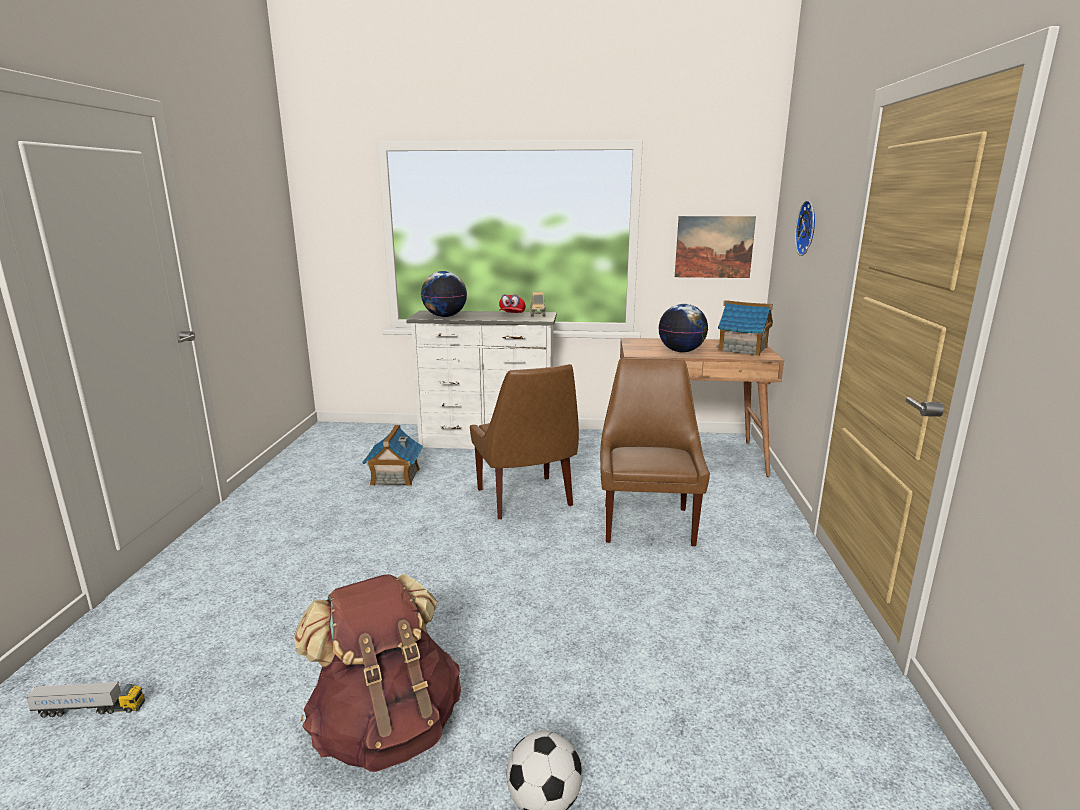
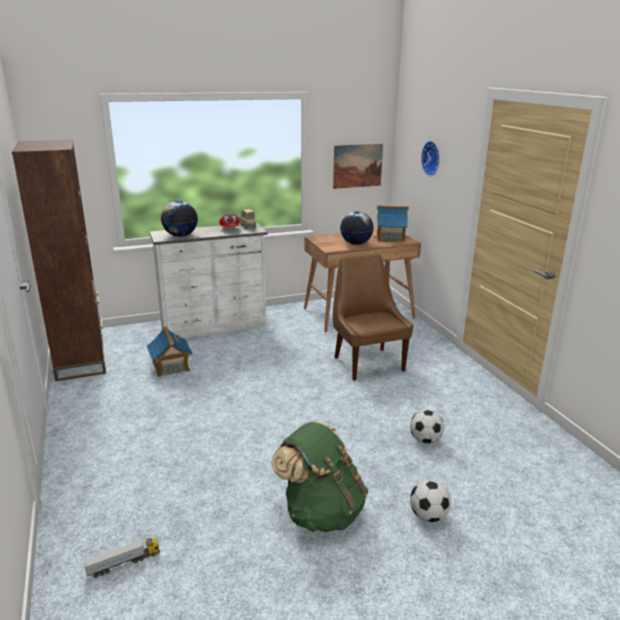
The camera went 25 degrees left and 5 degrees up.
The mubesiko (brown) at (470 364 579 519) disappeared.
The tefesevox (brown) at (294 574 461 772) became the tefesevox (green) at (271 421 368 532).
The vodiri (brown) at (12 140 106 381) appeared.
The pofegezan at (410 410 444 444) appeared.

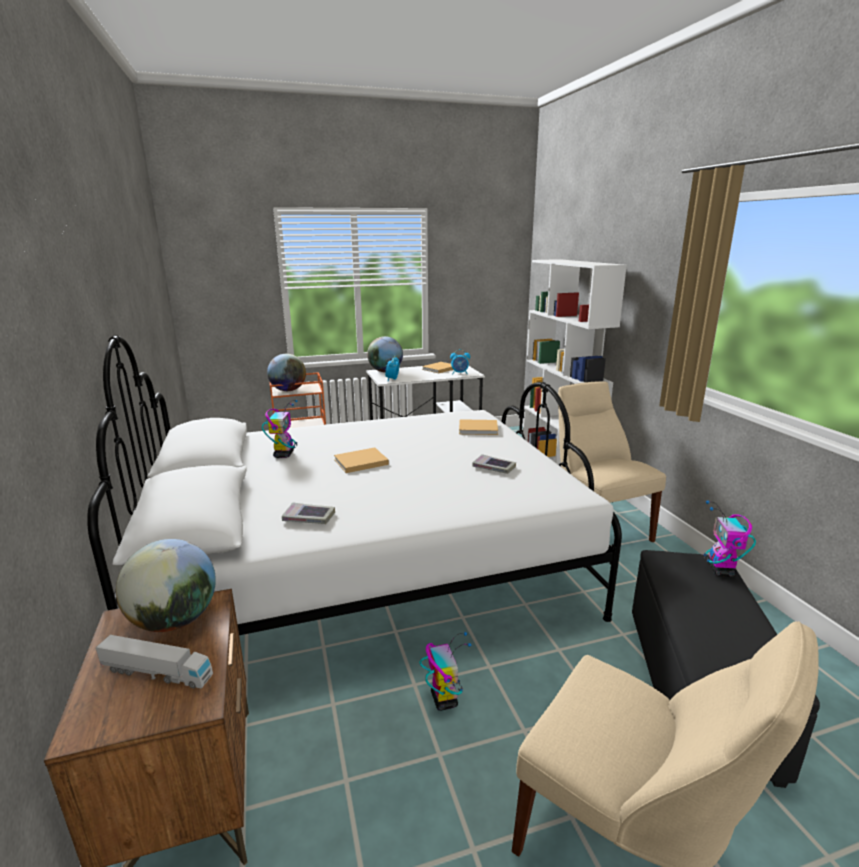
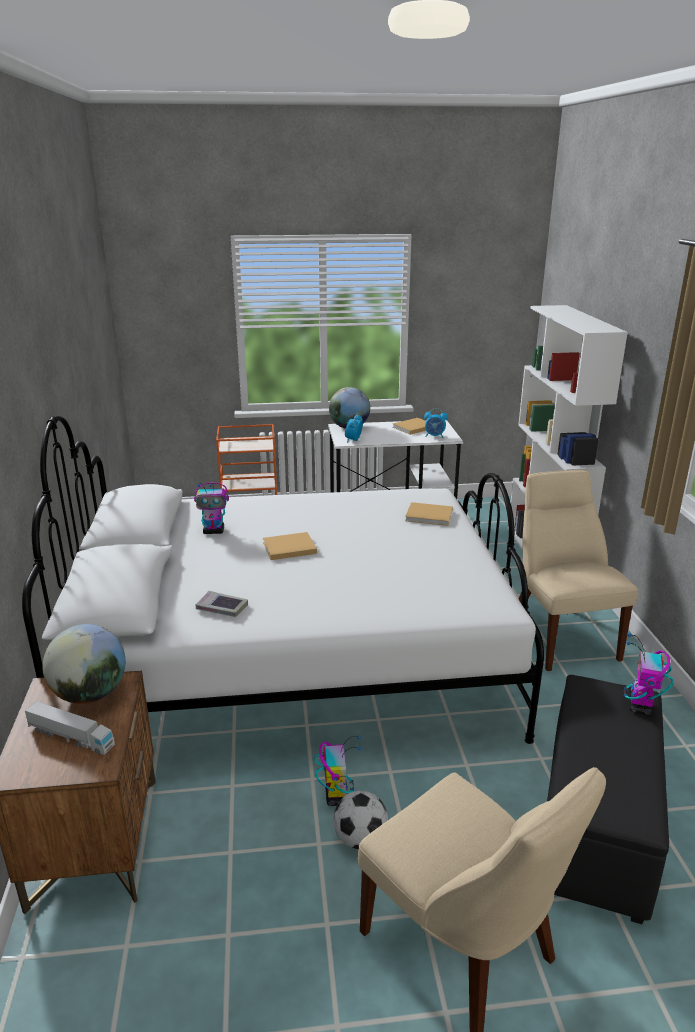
The camera went 10 degrees right and 5 degrees up.
The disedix at (267 354 306 391) disappeared.
The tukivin at (262 400 298 458) turned 75 degrees clockwise.
The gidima at (472 454 516 474) disappeared.
The pofegezan at (333 790 388 849) appeared.

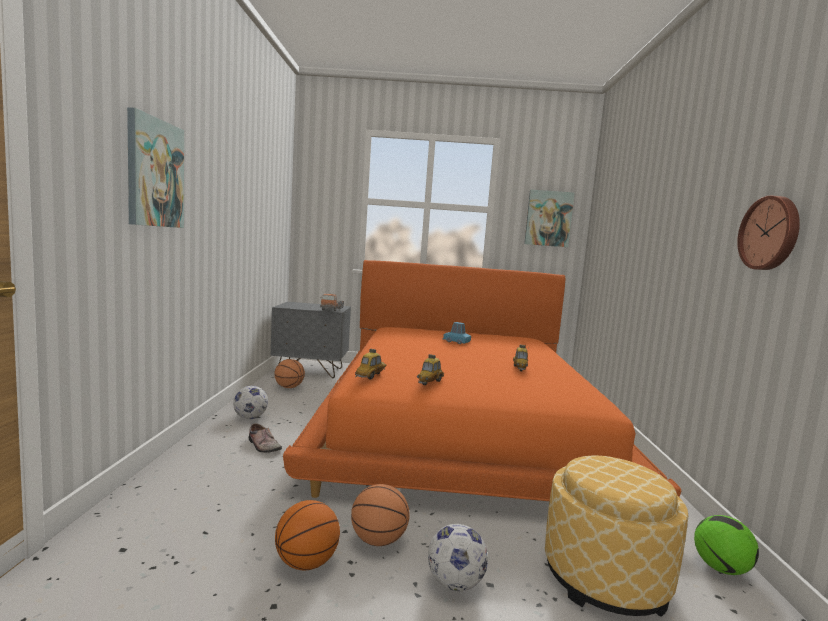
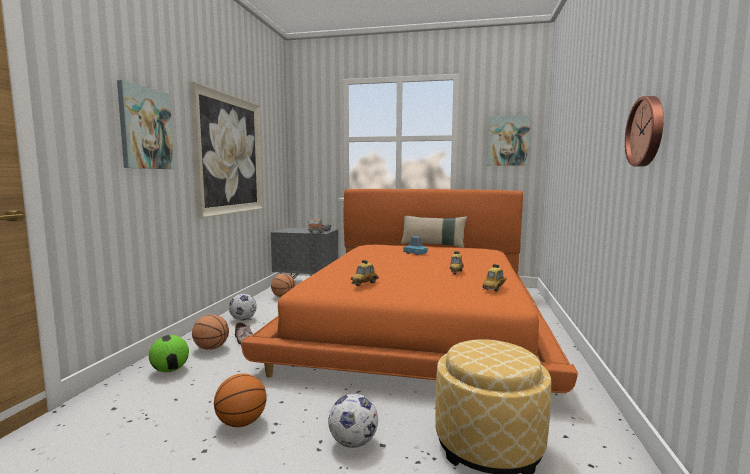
The camera went 10 degrees right and 0 degrees up.
The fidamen moved from (355 349 387 380) to (482 264 507 291).
The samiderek moved from (351 484 410 546) to (192 315 229 350).
The pofegezan moved from (694 515 759 575) to (149 335 189 372).
The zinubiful at (190 82 263 218) appeared.
The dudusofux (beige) at (401 216 467 248) appeared.

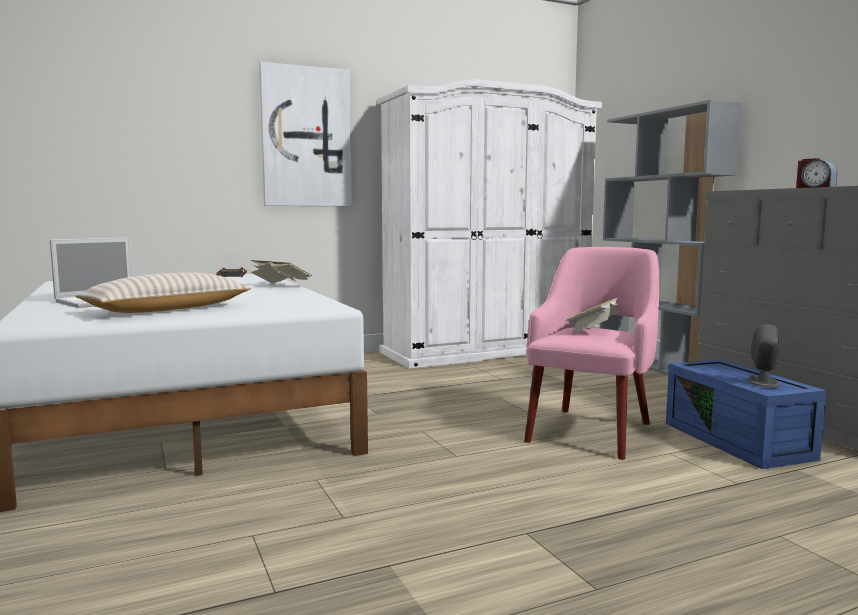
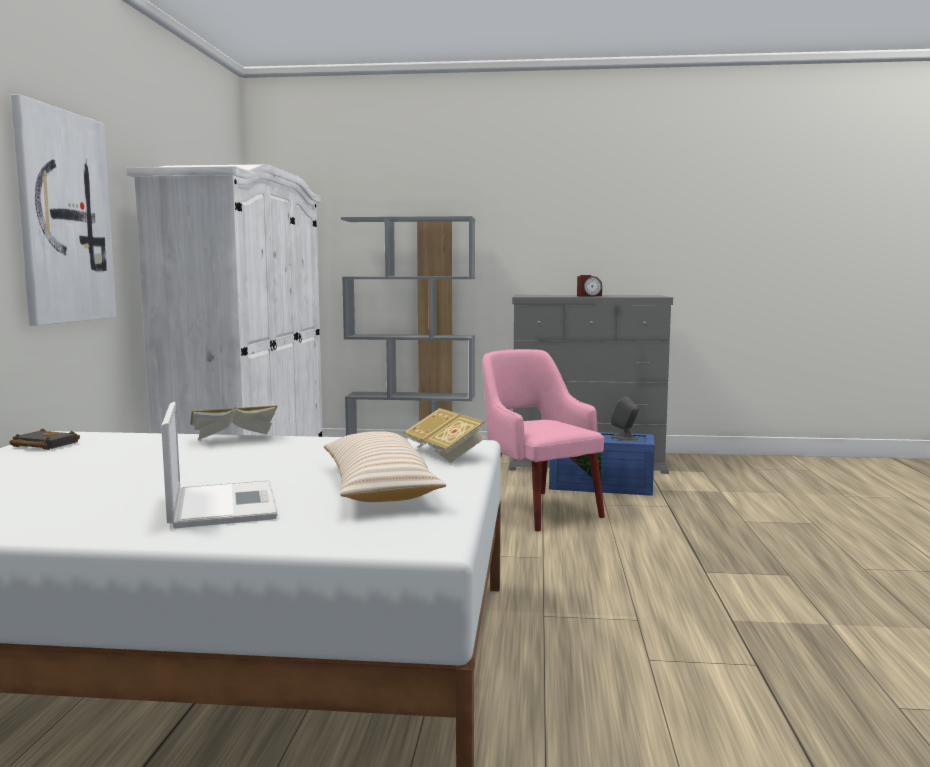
The camera went 60 degrees left and 0 degrees up.
The gidima moved from (565 297 622 333) to (403 408 486 463).

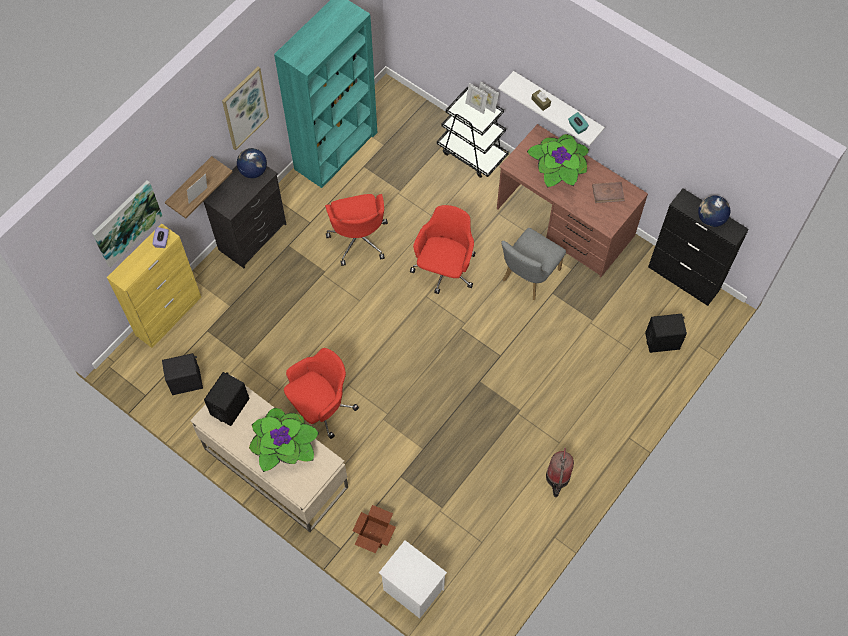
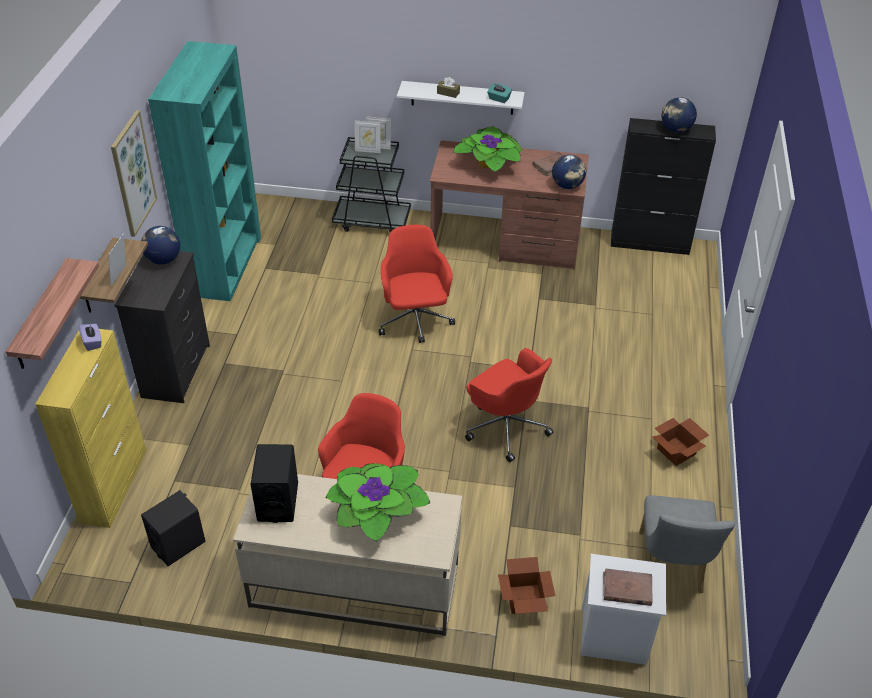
The camera went 30 degrees left and 20 degrees down.
The zinubiful at (92 180 163 268) was replaced by the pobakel at (6 258 99 369).
The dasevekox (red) moved from (325 194 388 266) to (465 348 553 462).
The mubesiko (grey) moved from (501 228 566 300) to (639 495 735 594).
The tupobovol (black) at (645 314 687 353) disappeared.
The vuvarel at (546 448 574 497) was replaced by the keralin at (653 418 709 466).
The disedix at (552 155 586 189) appeared.
The gidima (brown) at (603 568 652 606) appeared.

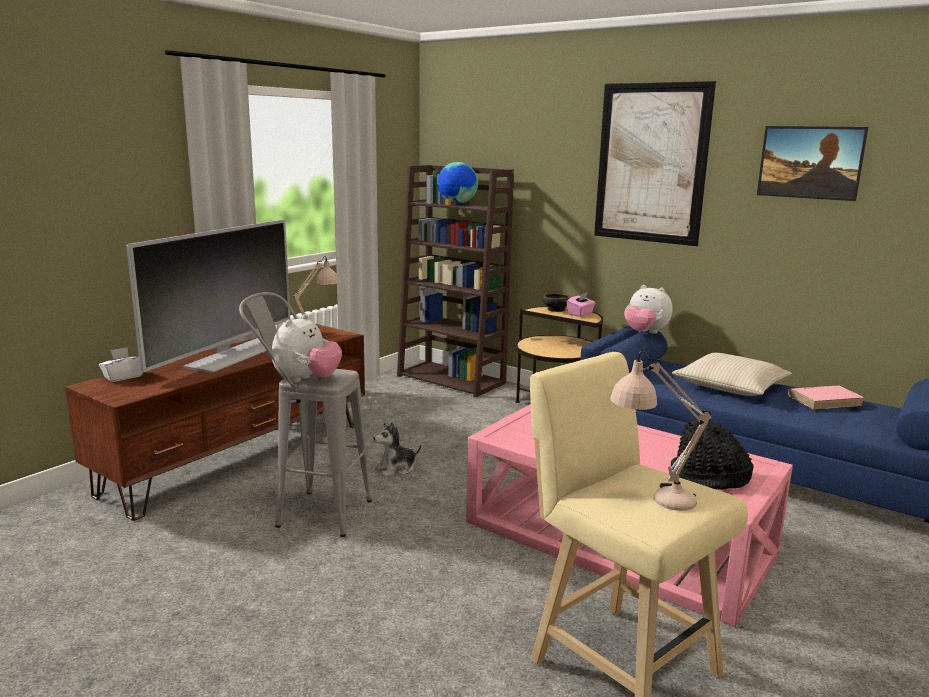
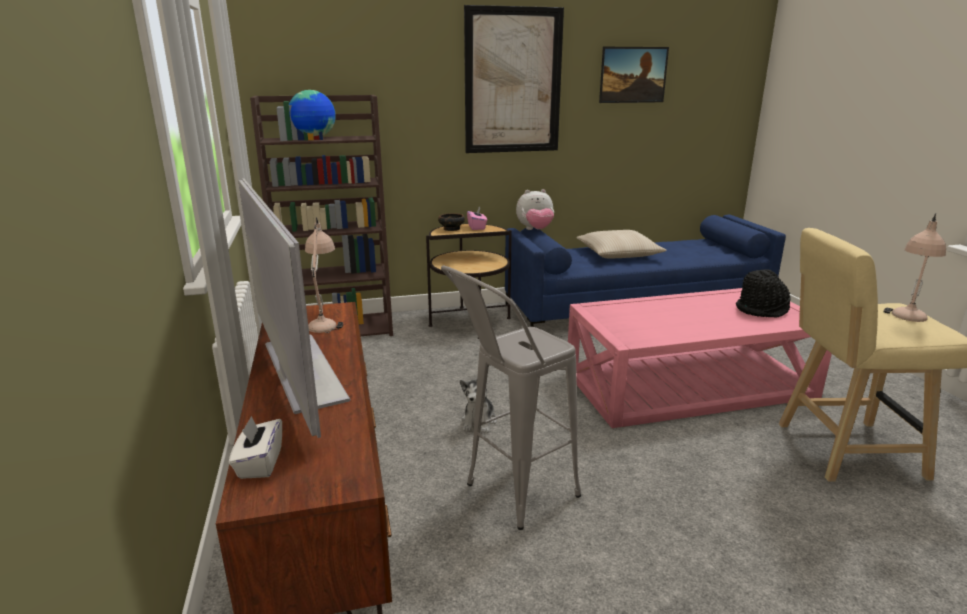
The camera went 50 degrees left and 5 degrees up.
The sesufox at (272 314 342 383) disappeared.
The gidima (pink) at (788 386 865 410) disappeared.

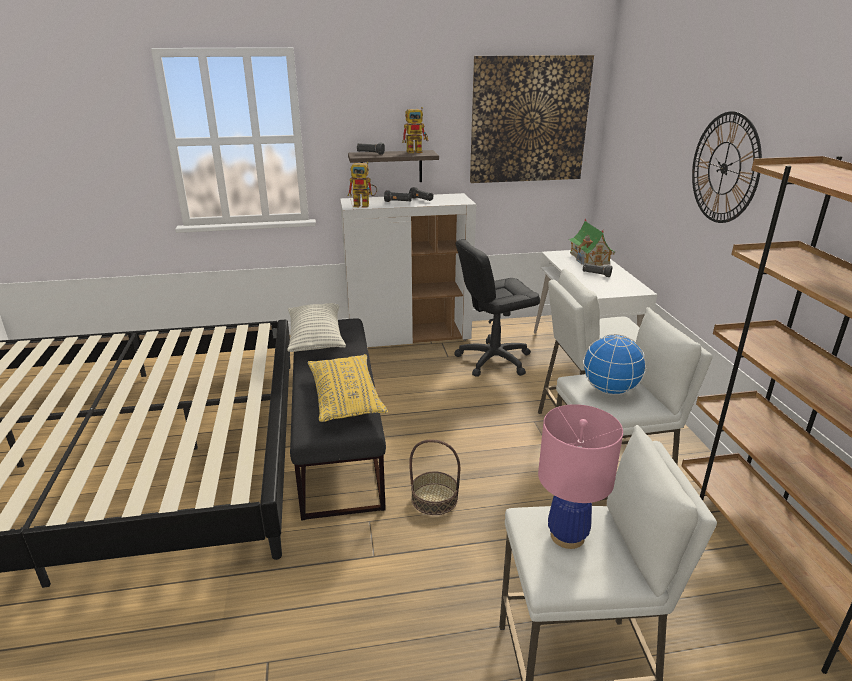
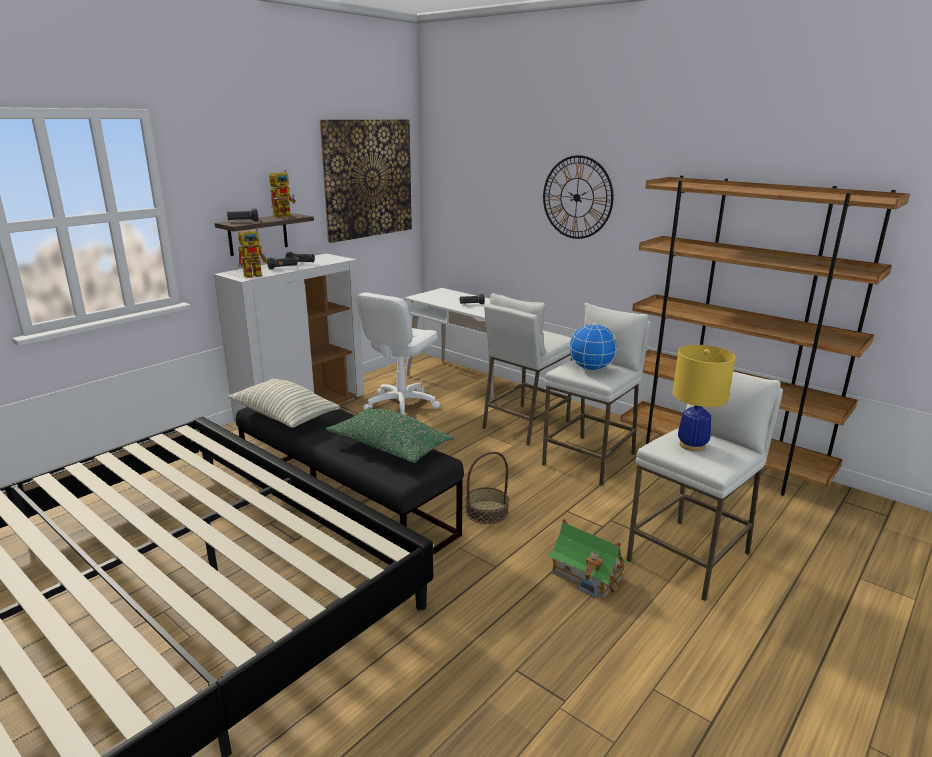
The camera went 40 degrees left and 5 degrees down.
The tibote moved from (569 218 615 266) to (547 519 630 598).
The dasevekox (black) at (454 240 540 377) became the dasevekox (white) at (356 292 440 415).
The dudusofux (yellow) at (308 354 388 422) became the dudusofux (green) at (326 407 455 463).
The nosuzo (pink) at (538 404 623 549) became the nosuzo (yellow) at (673 345 736 452).

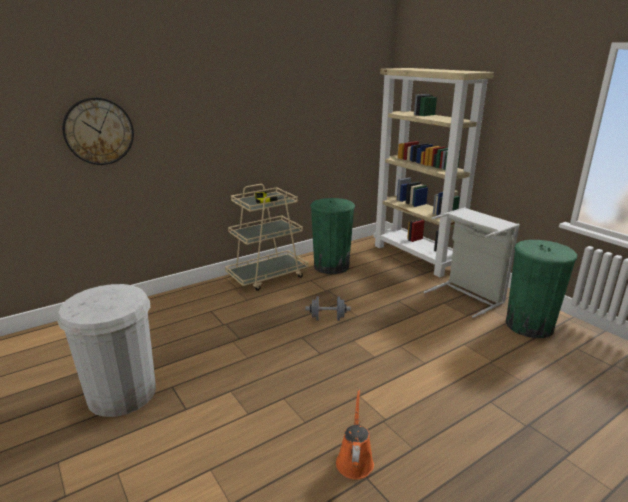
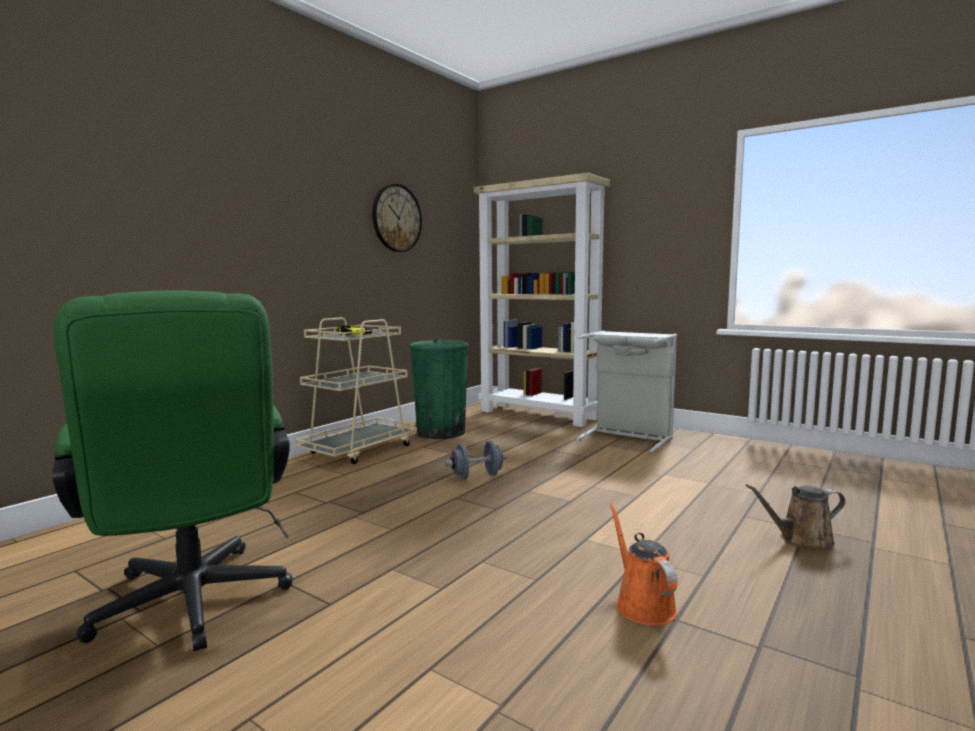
The camera went 20 degrees left and 15 degrees down.
The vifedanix moved from (62 97 134 165) to (372 184 422 252).
The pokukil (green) at (506 240 577 338) disappeared.
The pokukil (white) at (58 284 156 417) was replaced by the dasevekox (green) at (52 290 293 651).
The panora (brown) at (745 484 846 550) appeared.

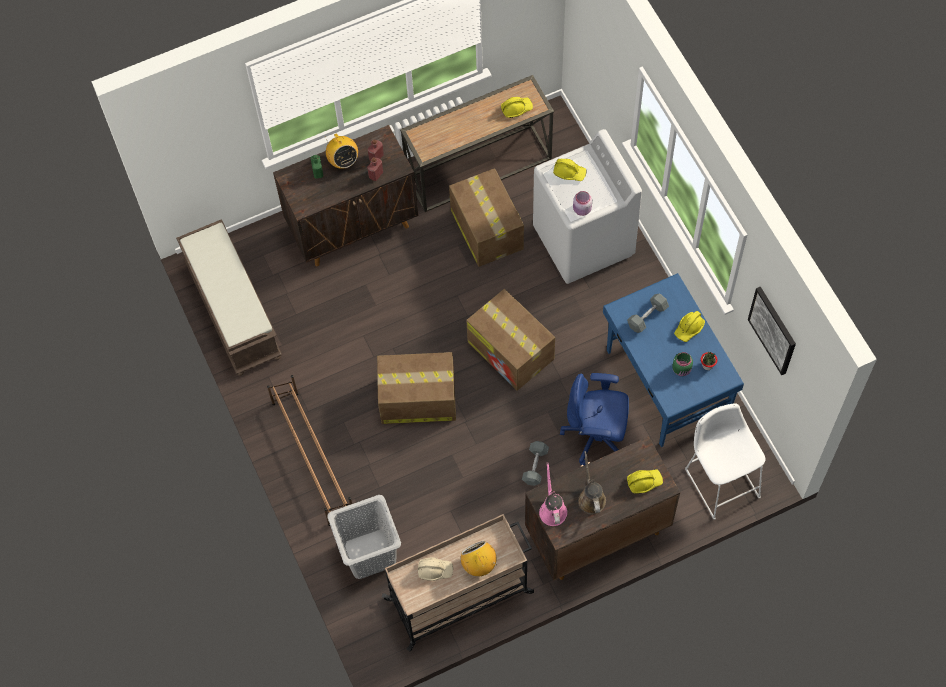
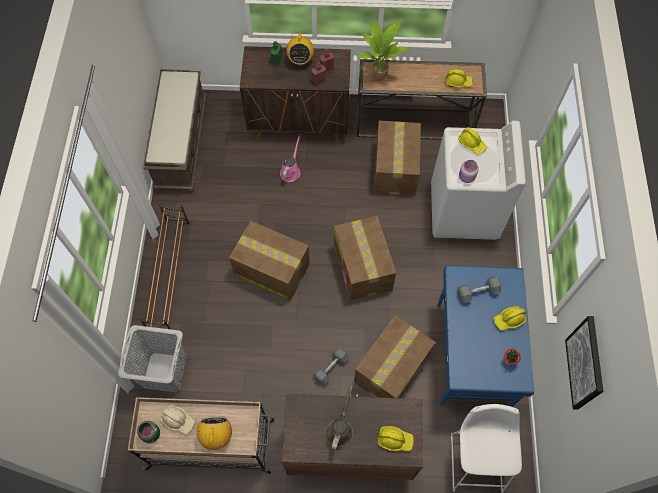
The camera went 25 degrees right and 0 degrees up.
The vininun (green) moved from (672 352 693 376) to (137 421 160 443).
The dasevekox (blue) at (560 373 629 466) was replaced by the keralin at (354 315 435 398).
The panora (pink) moved from (539 462 567 526) to (280 136 300 182).
The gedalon at (356 19 409 81) appeared.

